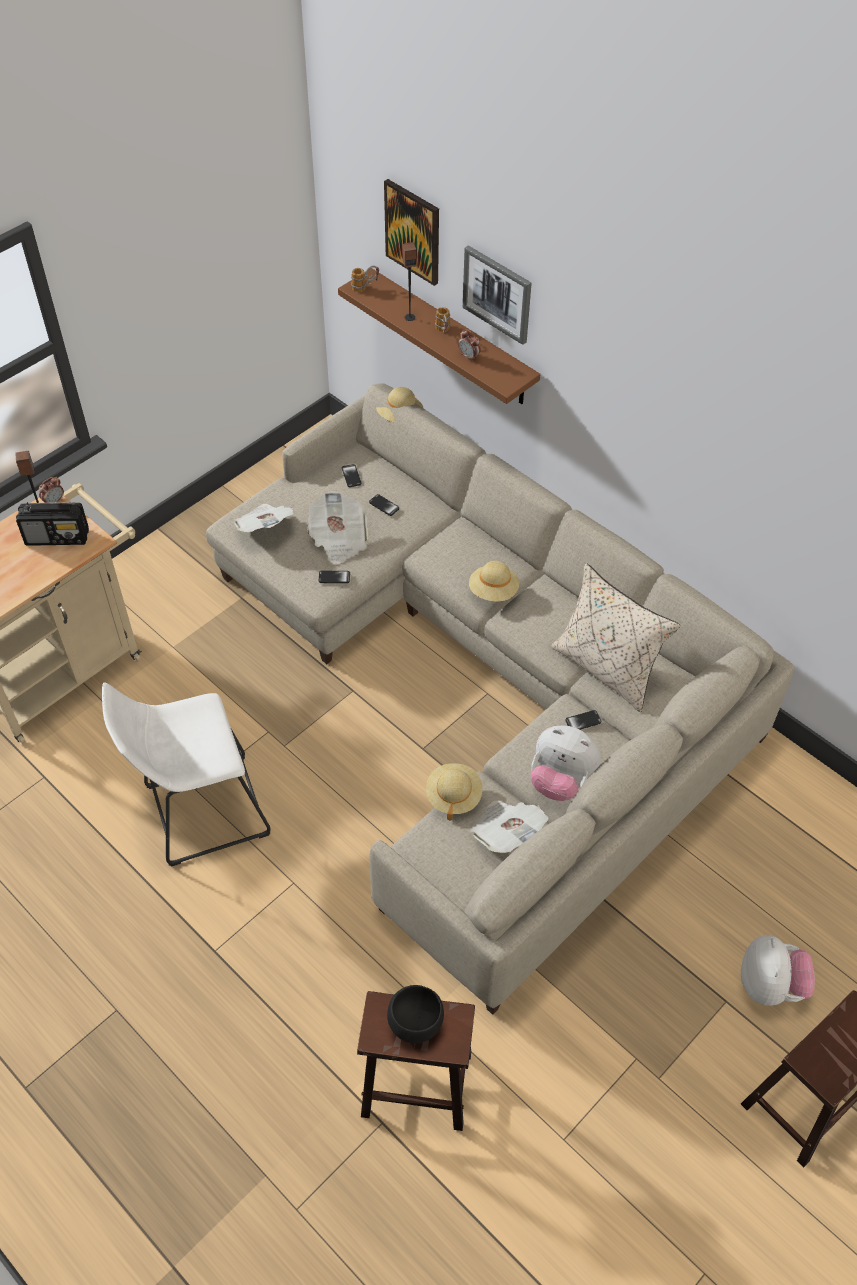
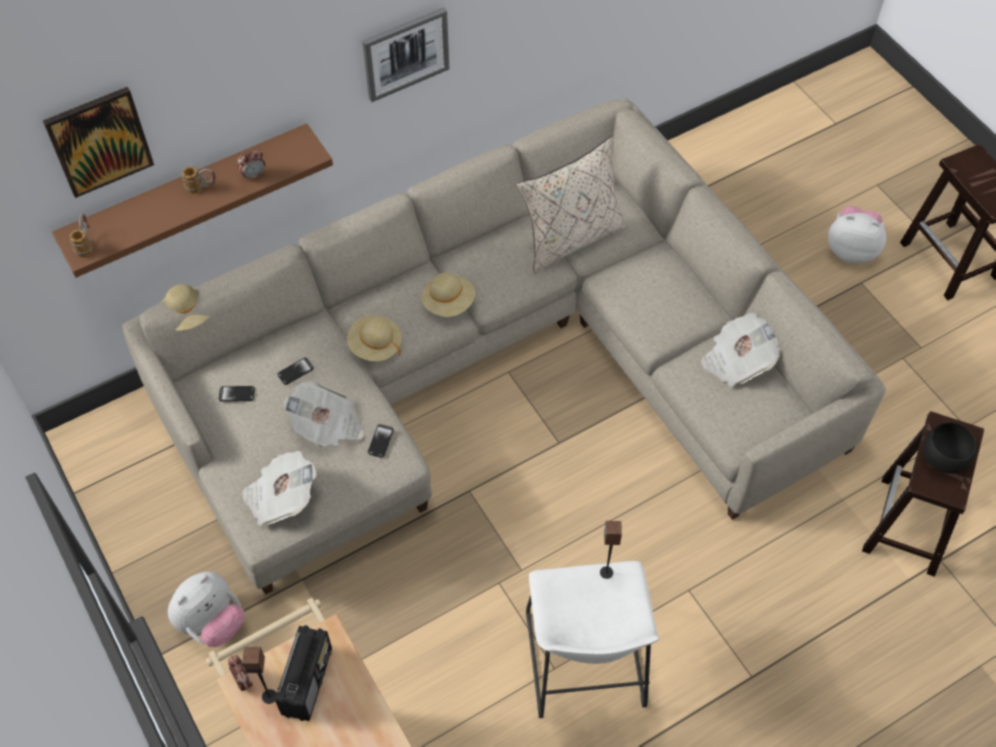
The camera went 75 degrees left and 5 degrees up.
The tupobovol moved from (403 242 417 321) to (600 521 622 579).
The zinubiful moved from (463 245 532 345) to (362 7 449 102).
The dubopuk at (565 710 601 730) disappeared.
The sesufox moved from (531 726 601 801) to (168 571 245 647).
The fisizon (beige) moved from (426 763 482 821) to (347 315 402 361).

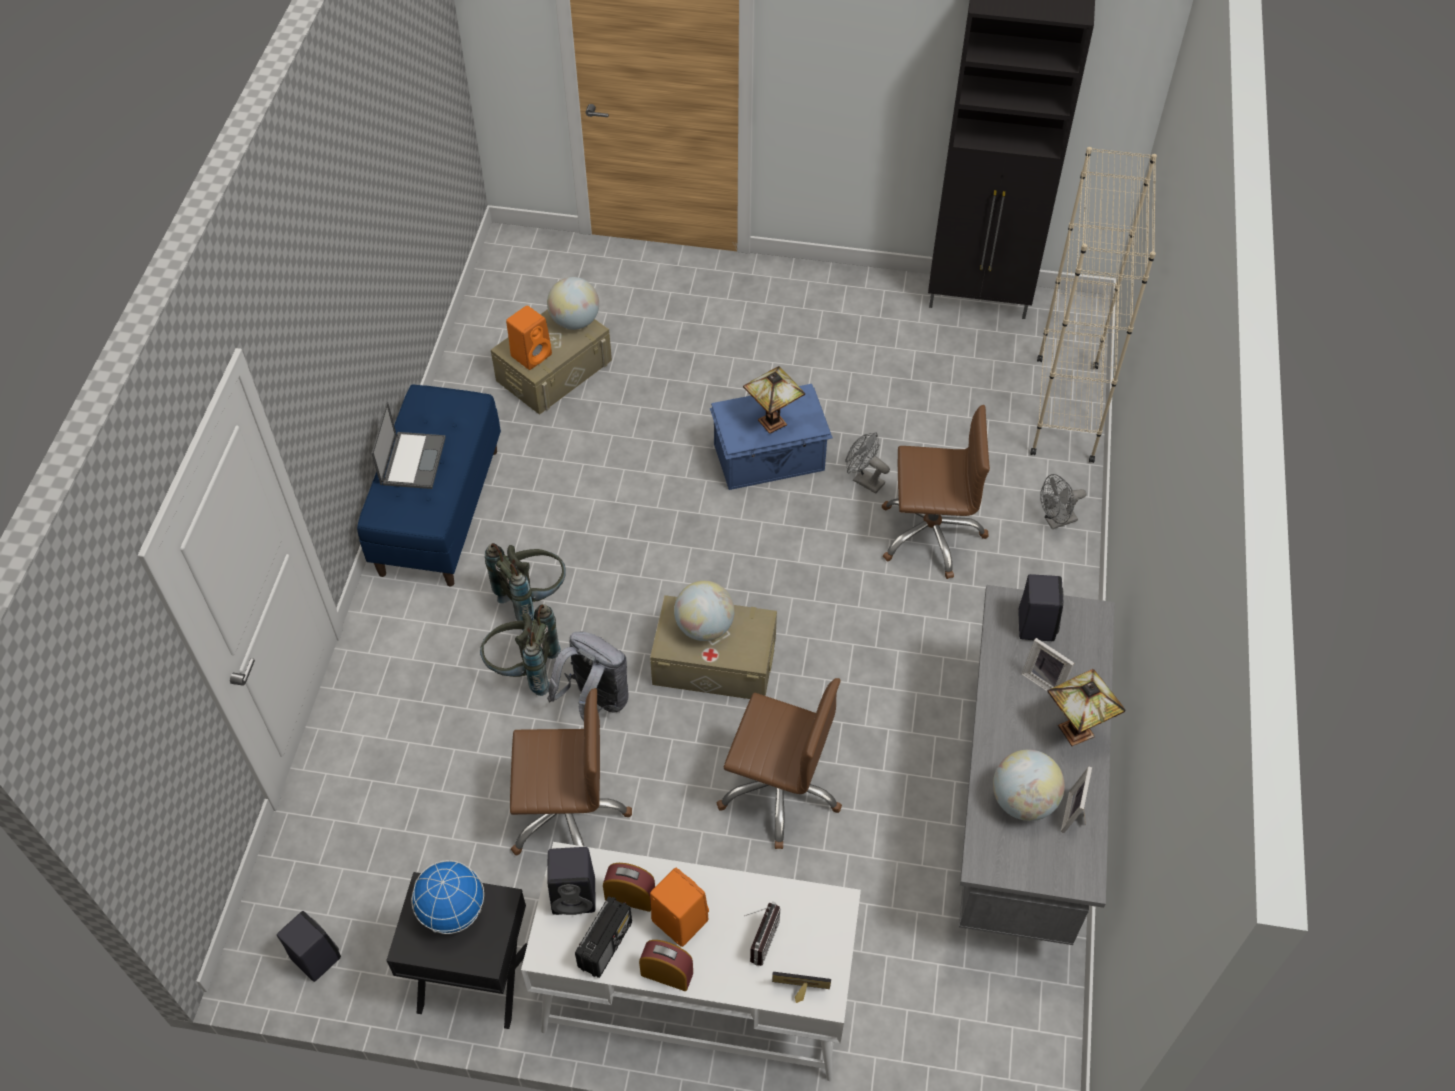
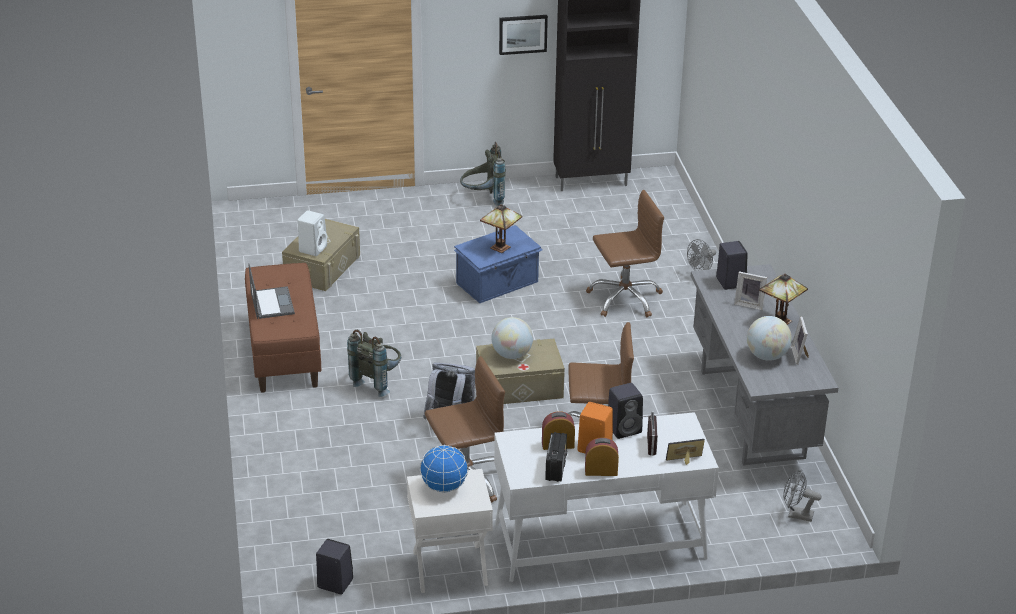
The camera went 20 degrees left and 20 degrees down.
The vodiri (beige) at (1031 147 1157 463) disappeared.
The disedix at (547 277 599 330) disappeared.
The tupobovol (orange) at (506 305 552 370) became the tupobovol (white) at (297 210 327 256).
The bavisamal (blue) at (357 385 501 586) became the bavisamal (brown) at (245 263 322 392).
The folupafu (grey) moved from (845 433 890 494) to (783 469 821 522).
The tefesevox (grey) moved from (480 604 561 696) to (460 142 506 206).
The tupobovol (black) moved from (547 847 596 915) to (608 383 643 439).
The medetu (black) at (386 872 528 1029) became the medetu (white) at (407 469 493 593).
The zinubiful at (499 15 548 55) appeared.

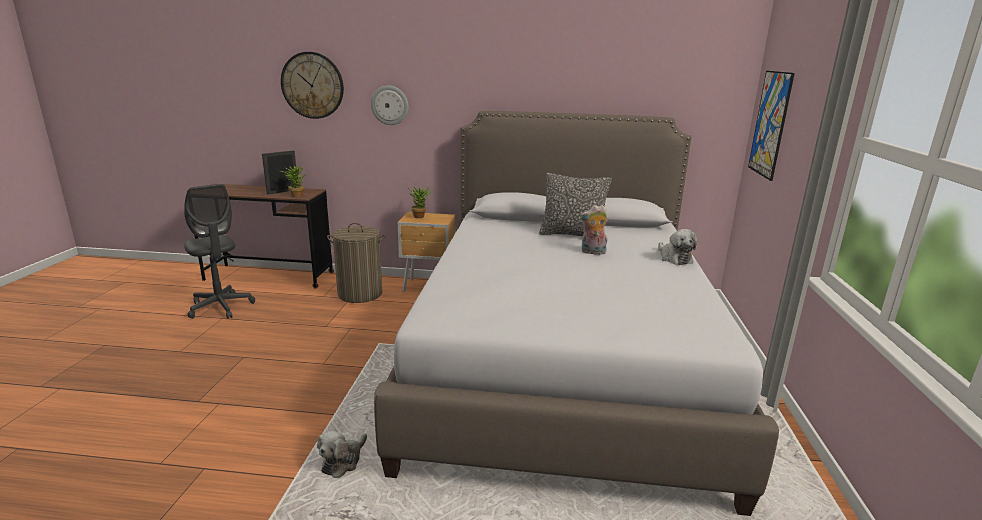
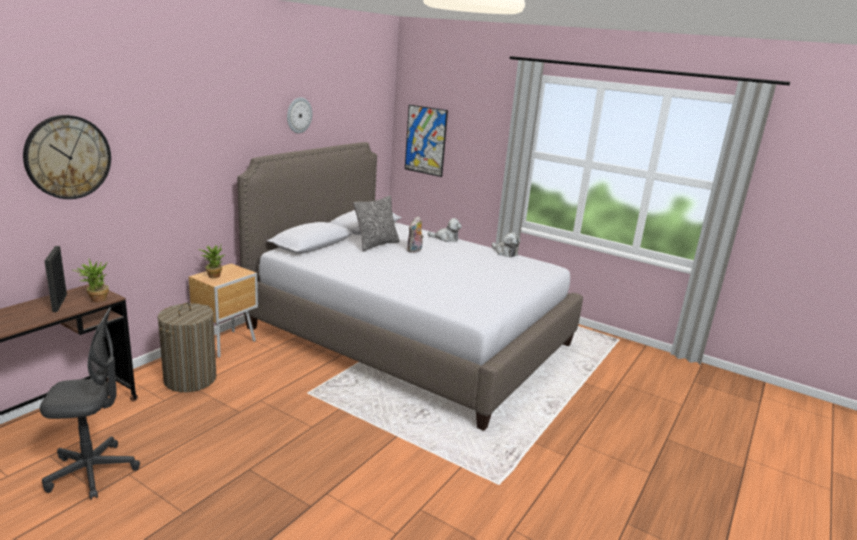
The camera went 65 degrees left and 0 degrees up.
The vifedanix moved from (371 85 408 125) to (287 97 312 133).
The sesufox moved from (317 431 367 478) to (492 233 520 257).

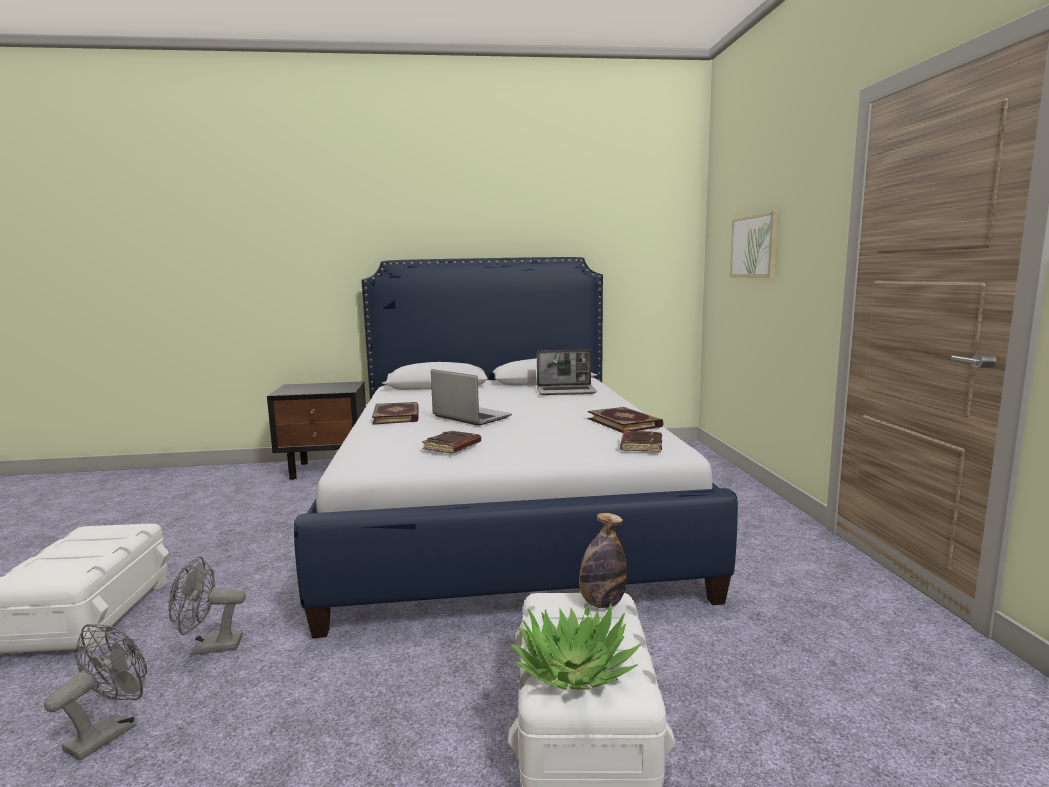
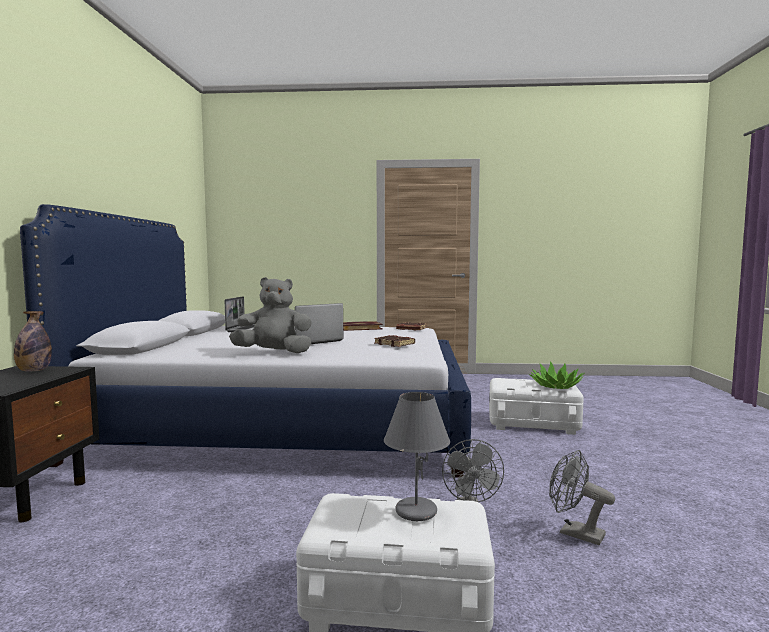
The camera went 80 degrees left and 5 degrees down.
The zinubiful at (730 210 778 278) disappeared.
The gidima at (372 402 419 425) was replaced by the sesufox (grey) at (229 277 312 353).
The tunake moved from (579 513 627 608) to (14 311 52 372).
The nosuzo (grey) at (384 392 450 521) appeared.

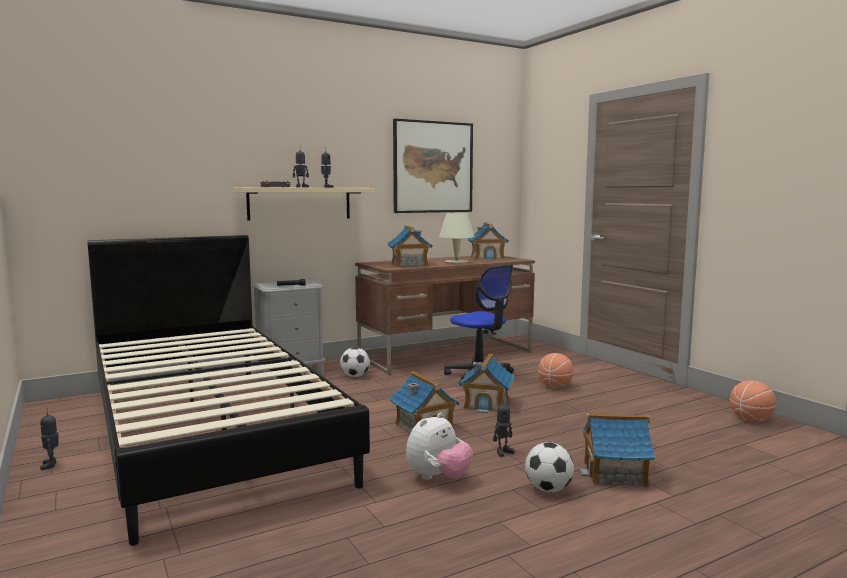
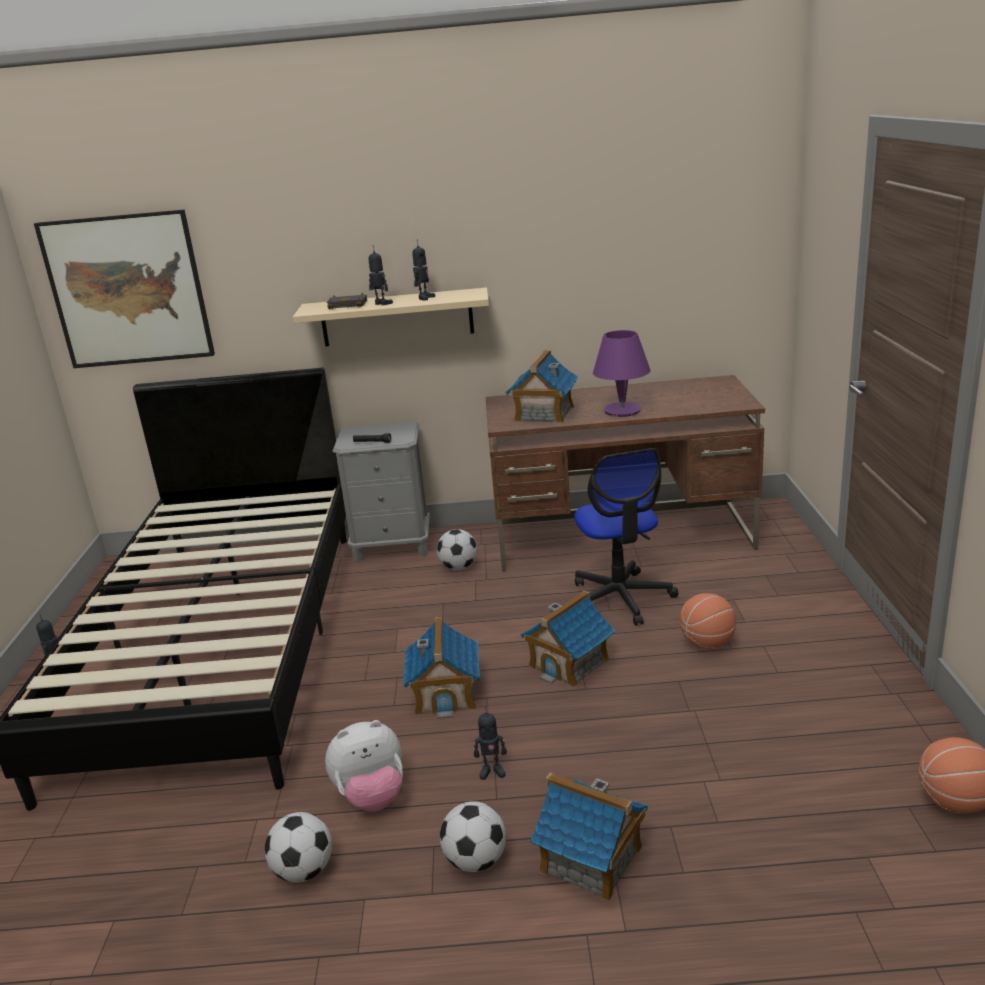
The camera went 30 degrees right and 15 degrees up.
The zinubiful moved from (393 119 473 213) to (34 209 215 368).
The nosuzo (beige) at (439 213 475 264) became the nosuzo (purple) at (593 330 650 417).
The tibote at (467 223 509 260) disappeared.
The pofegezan at (265 812 332 883) appeared.

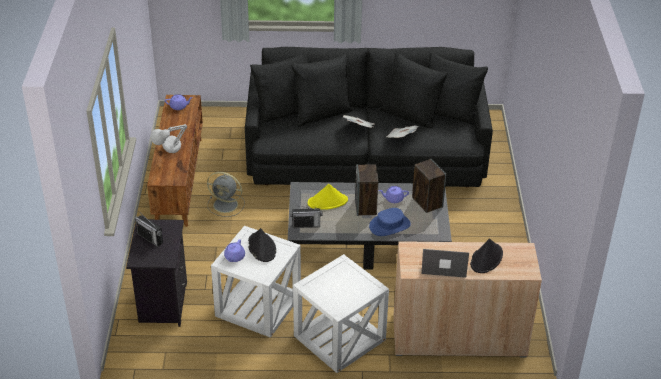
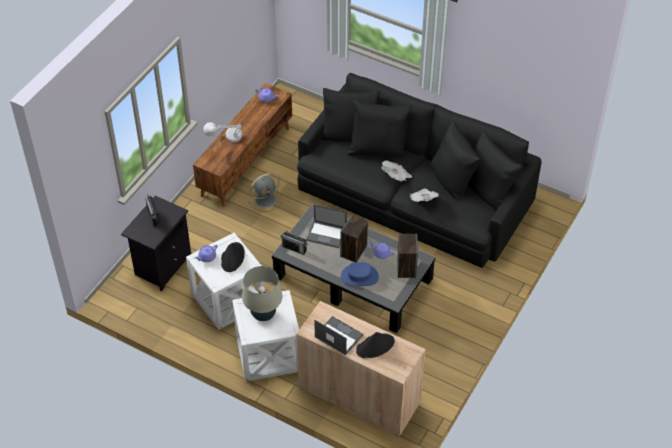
The camera went 30 degrees right and 10 degrees up.
The folupafu (grey) at (207 172 245 217) turned 75 degrees counterclockwise.
The fisizon (yellow) at (308 184 348 210) was replaced by the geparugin at (306 205 347 248).
The nosuzo (beige) at (242 266 282 321) appeared.

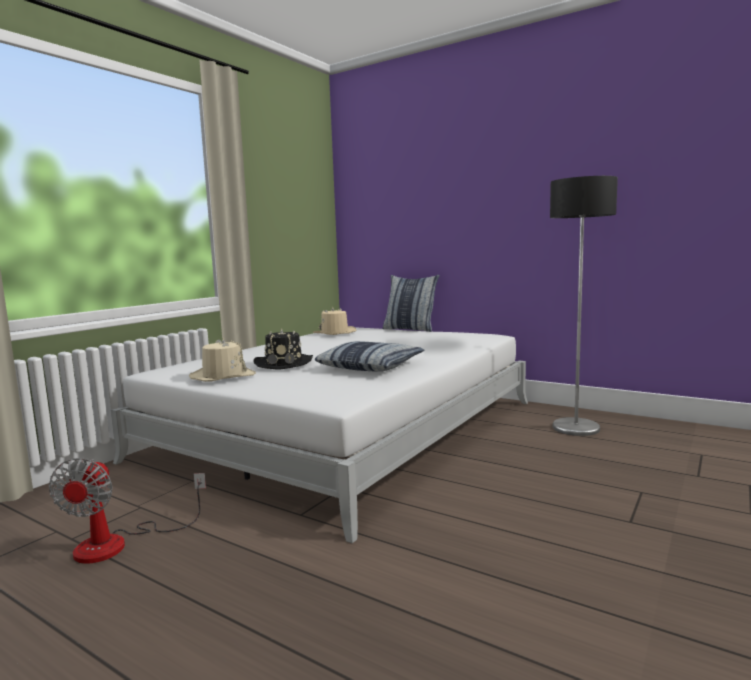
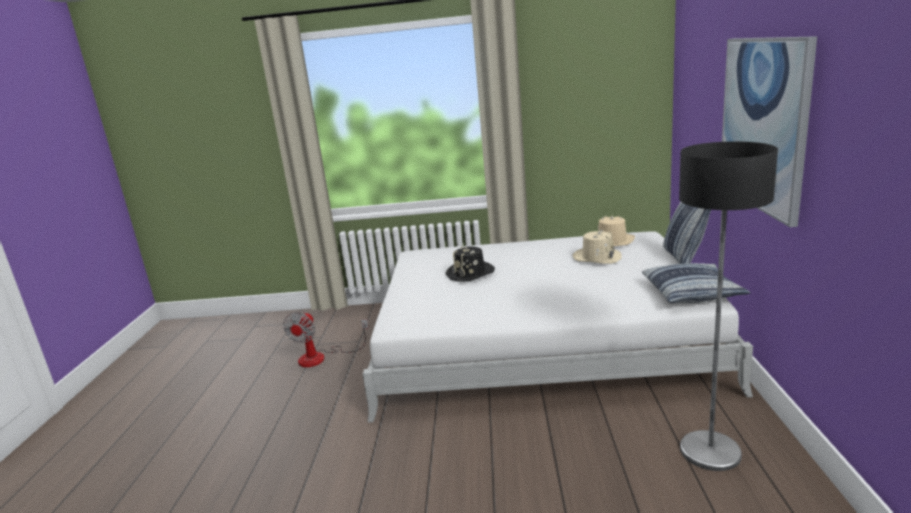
The camera went 60 degrees right and 10 degrees up.
The fisizon (beige) moved from (189 338 256 382) to (573 229 622 264).
The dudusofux moved from (315 341 424 372) to (642 263 751 303).
The folupafu at (49 458 206 564) turned 45 degrees counterclockwise.
The zinubiful at (722 36 817 227) appeared.

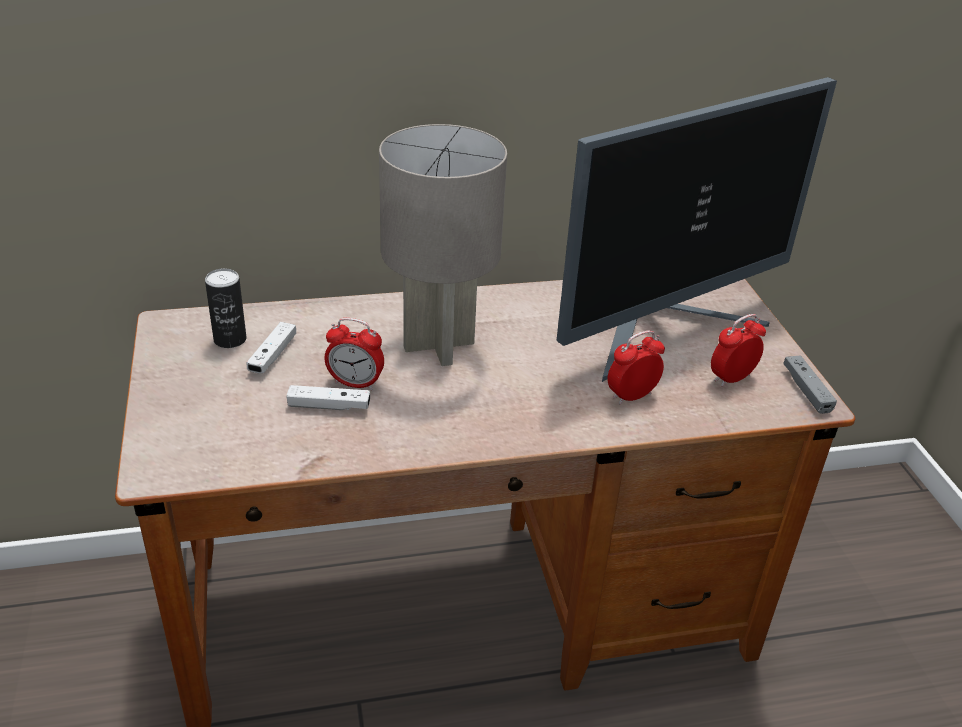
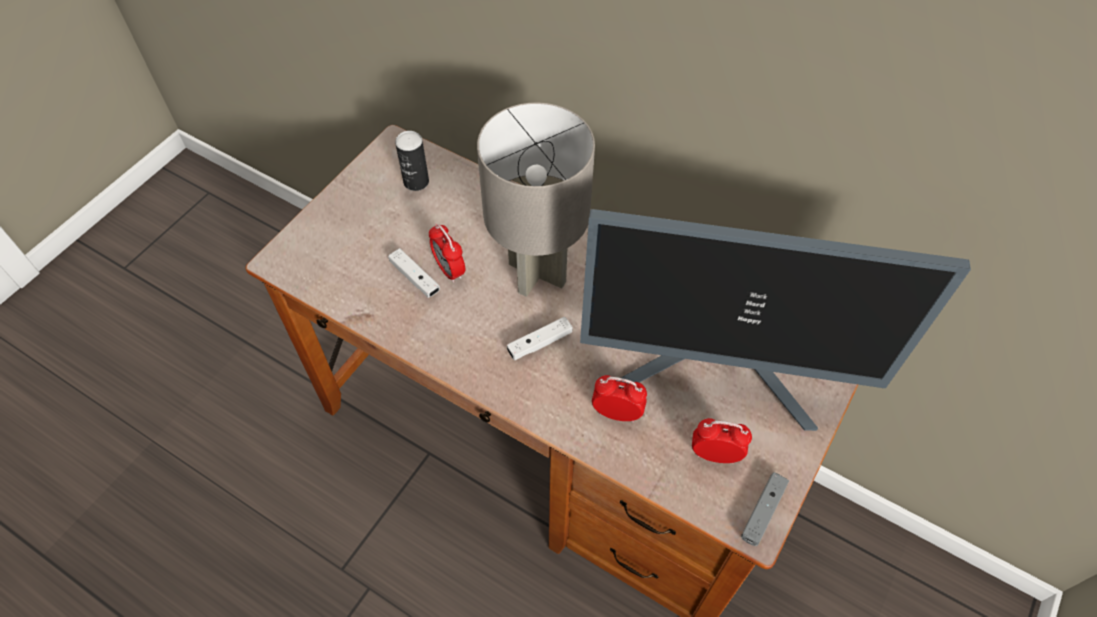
The camera went 45 degrees right and 20 degrees up.
The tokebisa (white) moved from (246 322 296 374) to (507 317 573 360).

